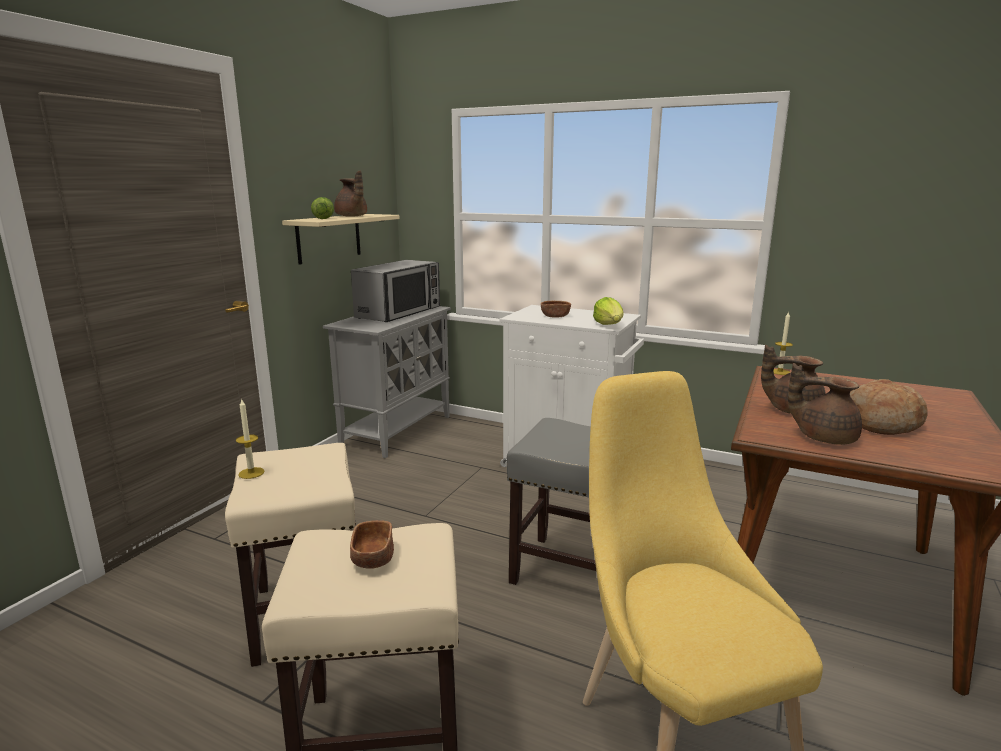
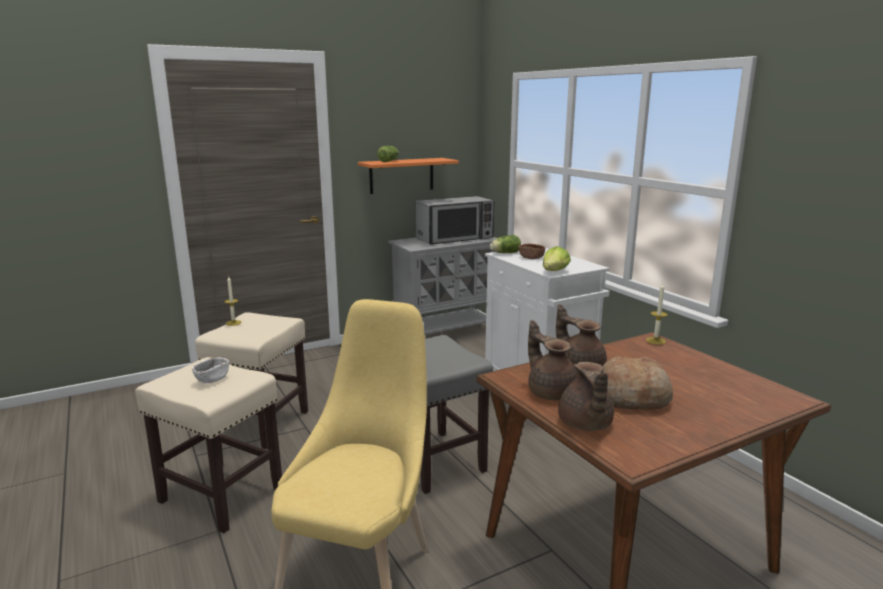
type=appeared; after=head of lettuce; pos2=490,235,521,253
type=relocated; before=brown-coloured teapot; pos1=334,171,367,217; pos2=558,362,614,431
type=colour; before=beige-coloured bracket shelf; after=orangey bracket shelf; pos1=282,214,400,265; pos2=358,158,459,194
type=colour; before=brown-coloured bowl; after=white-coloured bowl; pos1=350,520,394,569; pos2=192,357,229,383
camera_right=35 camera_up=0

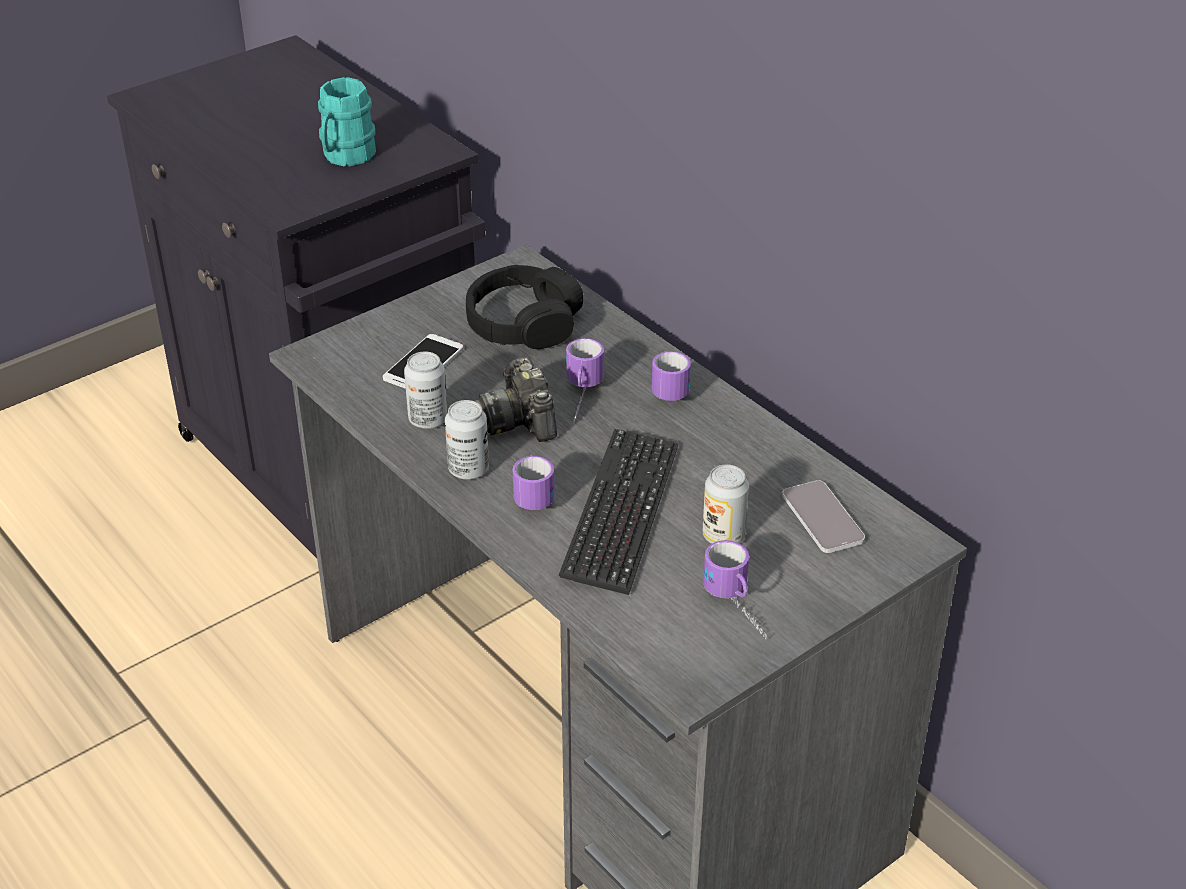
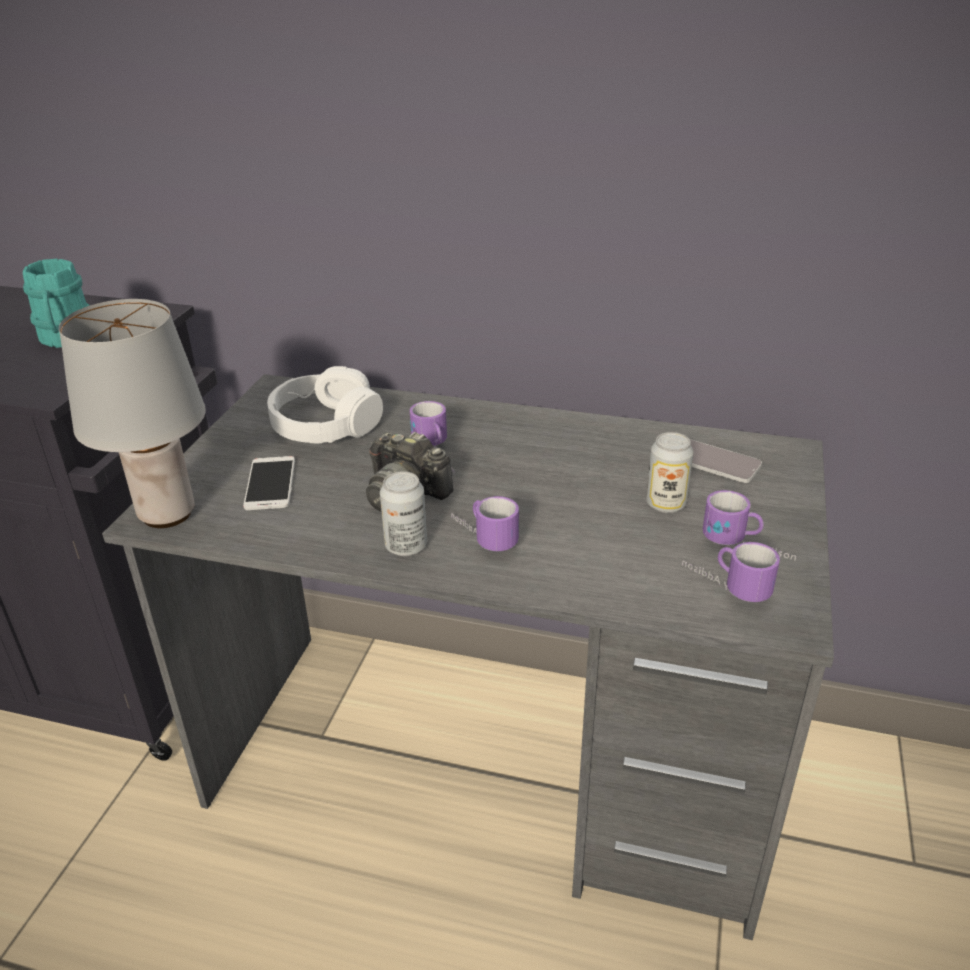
type=missing; before=sealed can; pos1=404,352,448,429
type=missing; before=PC keyboard; pos1=559,429,678,595
type=appeared; after=greyish lamp for a table; pos2=59,299,206,528
type=relocated; before=coffee mug; pos1=652,351,691,401; pos2=682,542,780,602
type=colour; before=black headphones; after=white-coloured headphones; pos1=466,265,584,349; pos2=267,366,383,443
camera_right=-35 camera_up=-5

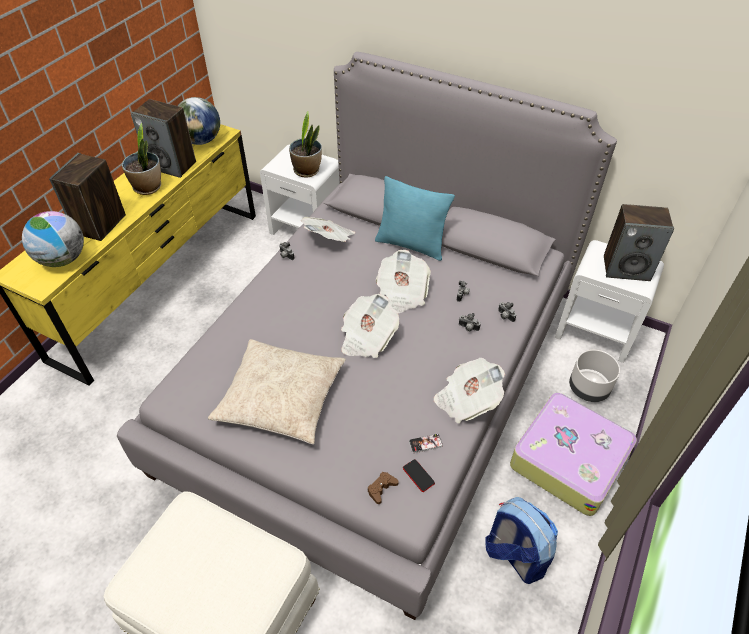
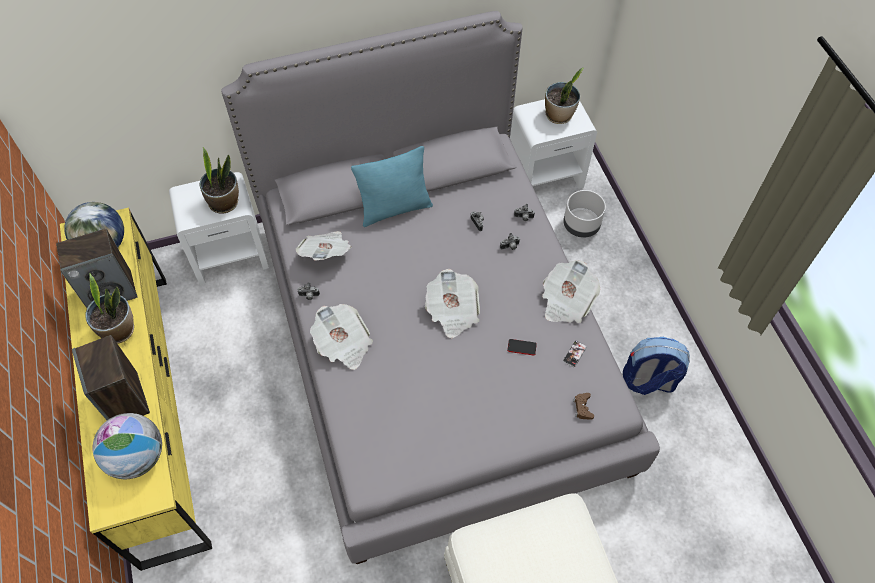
type=missing; before=beige-coloured cushion; pos1=208,339,346,444
type=missing; before=travel case; pos1=510,393,637,516
type=relocated; before=printed paper; pos1=376,250,431,313; pos2=310,304,373,370
type=relocated; before=handset; pos1=403,459,435,492; pos2=507,339,537,355
type=exchanged; before=loudspeaker; after=houseplant; pos1=604,204,674,281; pos2=545,68,584,124
camera_right=-45 camera_up=10

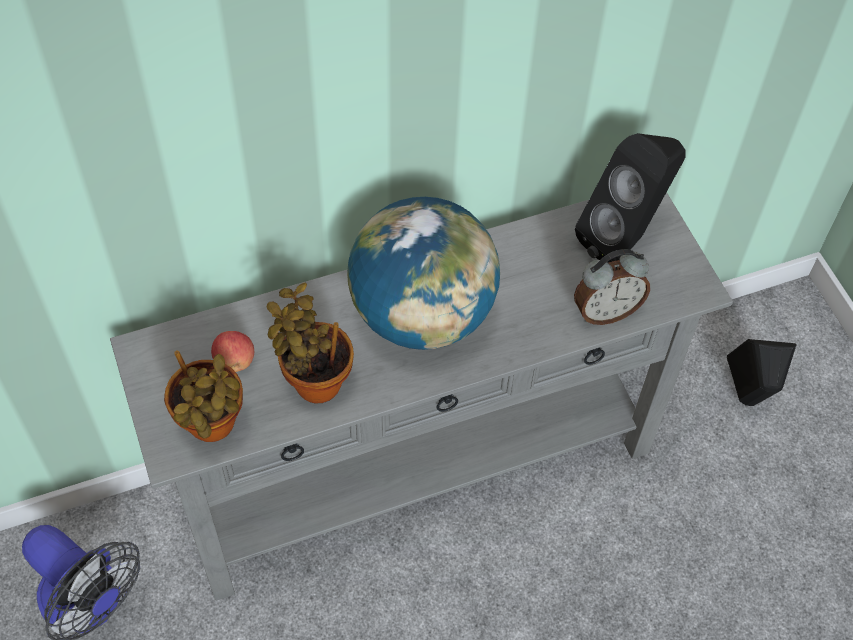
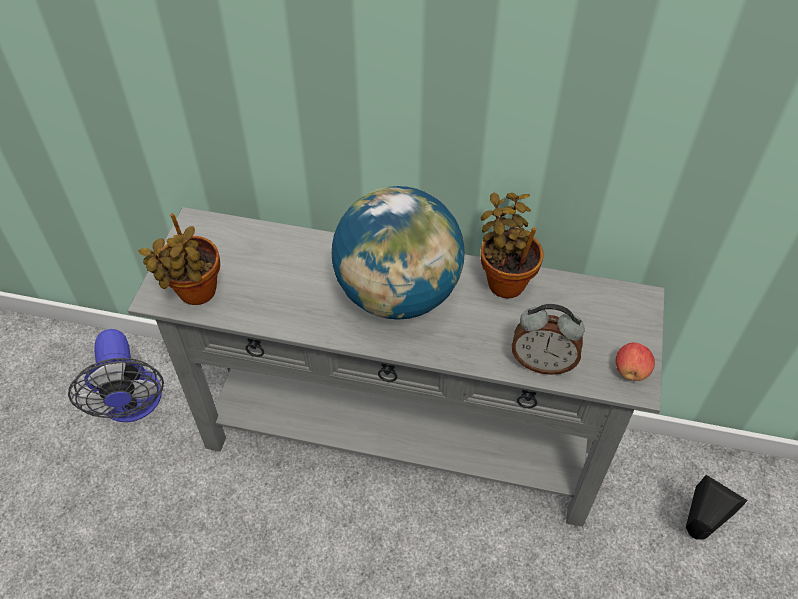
type=missing; before=black loudspeaker; pos1=575,133,686,263
type=relocated; before=whole apple; pos1=211,331,254,372; pos2=616,342,655,381
type=relocated; before=houseplant; pos1=267,282,354,404; pos2=481,193,543,298
camera_right=35 camera_up=-5

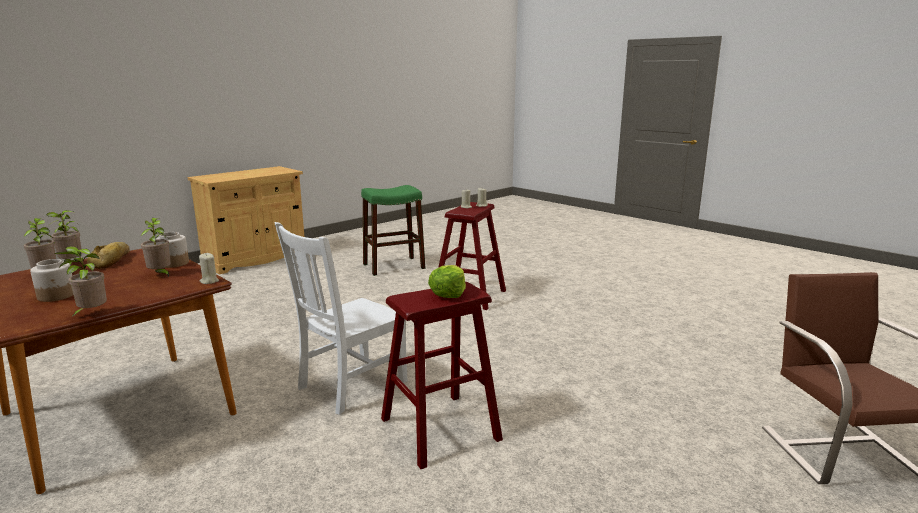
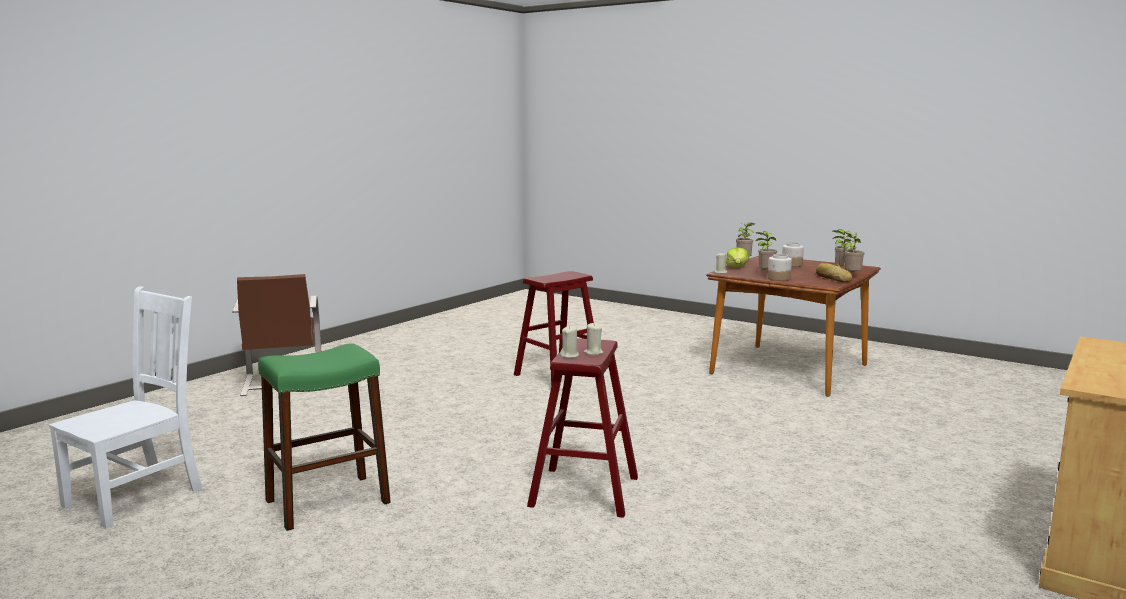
type=relocated; before=white-coloured upright chair; pos1=275,222,408,415; pos2=49,286,203,529
type=relocated; before=greenish stool seat; pos1=361,185,425,276; pos2=258,343,391,531
type=relocated; before=head of lettuce; pos1=428,265,466,298; pos2=726,247,749,267
camera_right=170 camera_up=-5

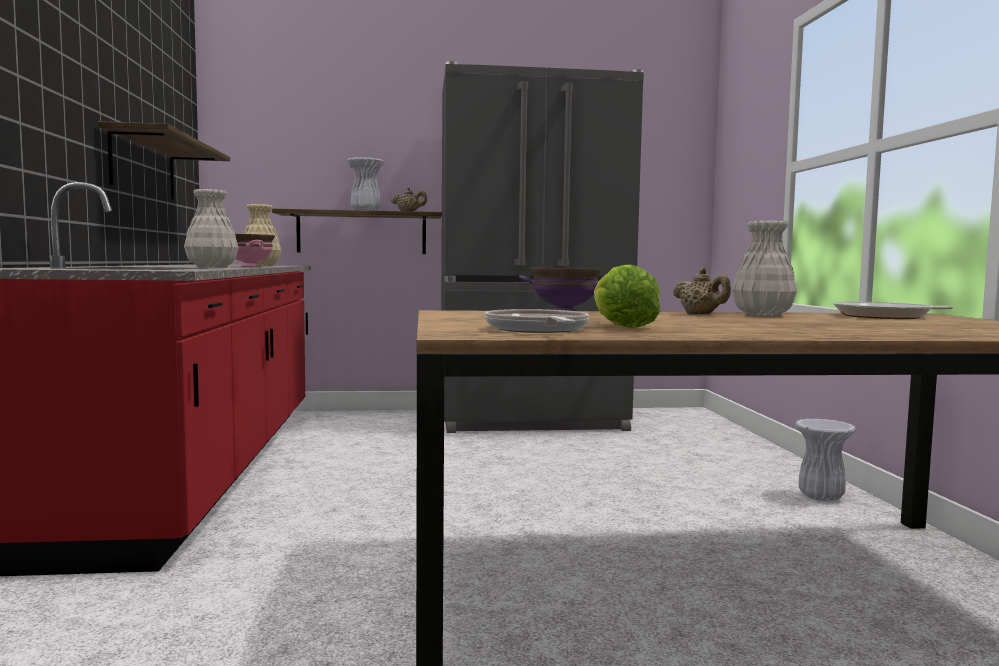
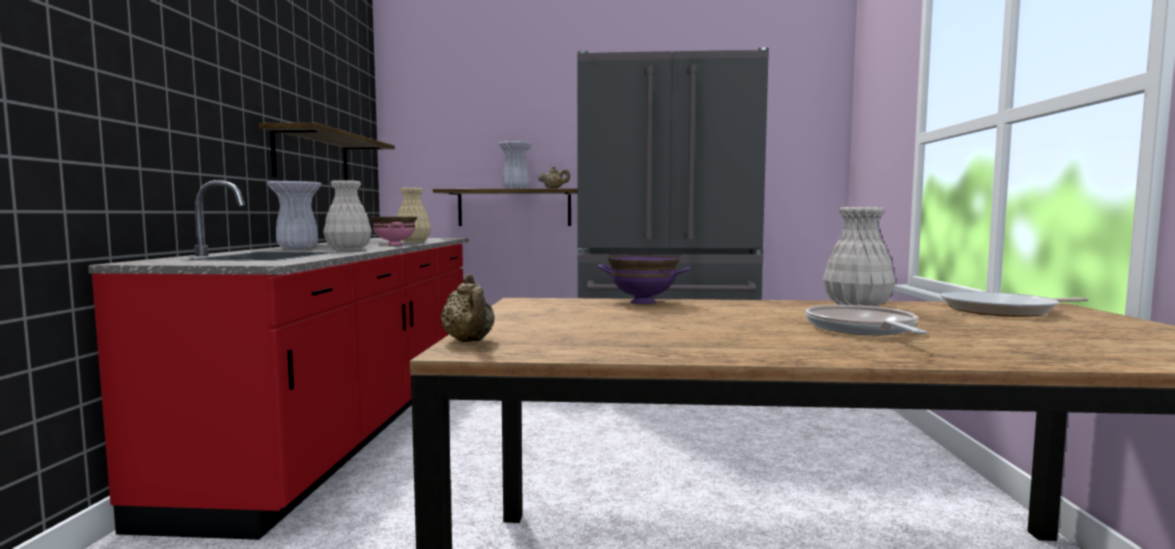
type=missing; before=head of lettuce; pos1=594,265,660,328
type=relocated; before=skillet; pos1=485,309,589,333; pos2=805,305,927,335
type=relocated; before=beige-coloured teapot; pos1=673,268,731,314; pos2=440,274,495,342
type=relocated; before=white-coloured flower vase; pos1=795,419,856,501; pos2=267,181,322,249
camera_right=10 camera_up=0

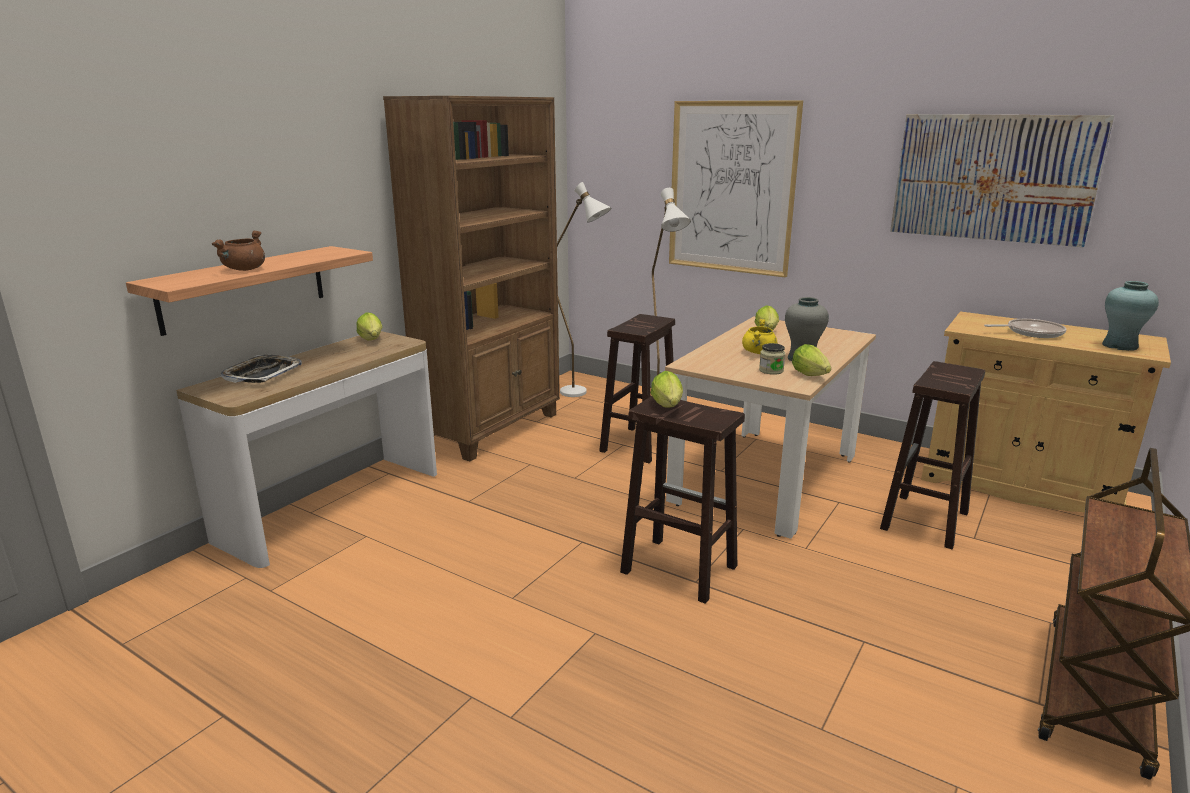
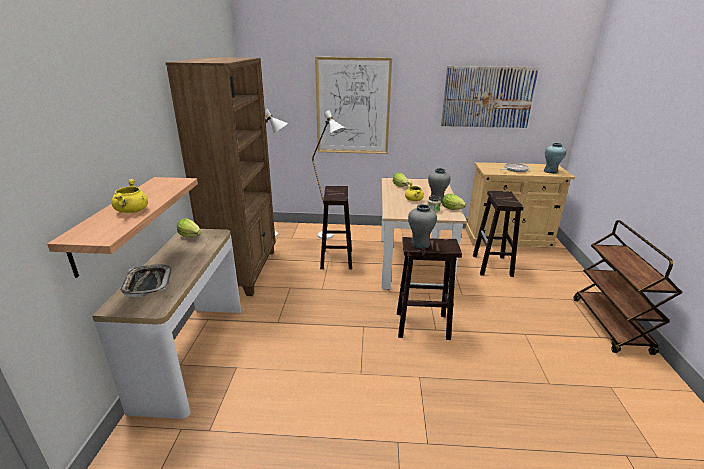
type=exchanged; before=head of lettuce; after=greyish flower vase; pos1=651,371,683,407; pos2=408,204,437,249
type=colour; before=brown-coloured stockpot; after=yellow-coloured stockpot; pos1=212,230,265,271; pos2=111,179,148,213
camera_right=-30 camera_up=5

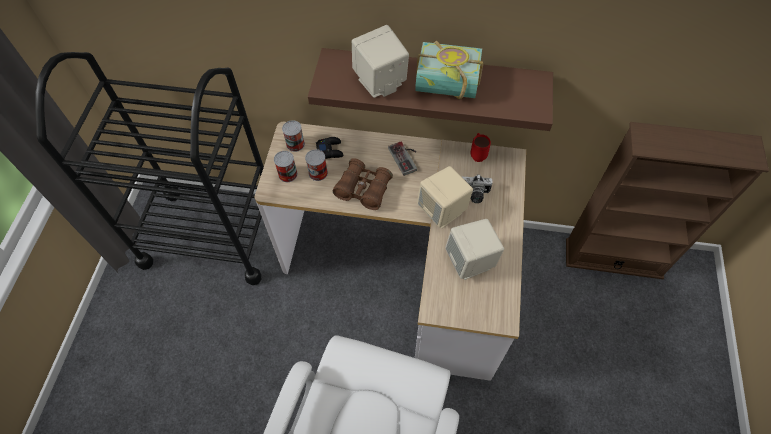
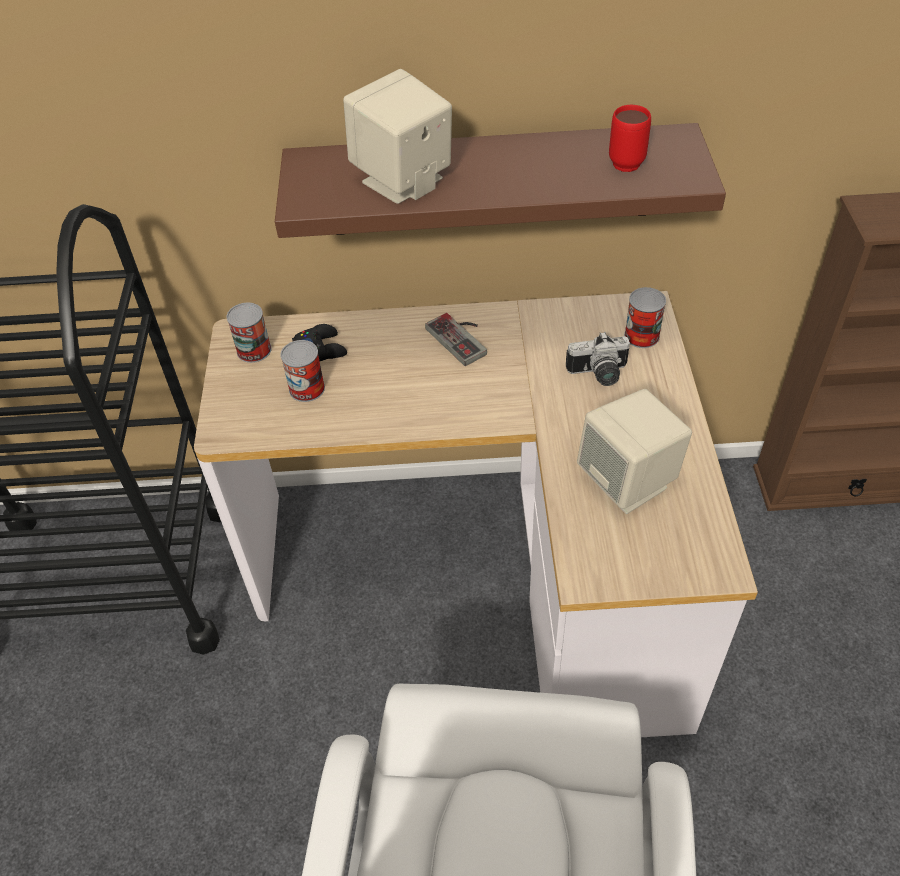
type=missing; before=brown-coloured field glasses; pos1=333,158,393,210
type=missing; before=volume; pos1=415,41,483,99
type=missing; before=beige-coloured loudspeaker; pos1=417,166,473,228
type=relocated; before=sealed can; pos1=274,151,298,182; pos2=624,287,666,348
type=relocated; before=red coffee mug; pos1=471,133,491,162; pos2=609,105,651,172
camera_right=-10 camera_up=-10

